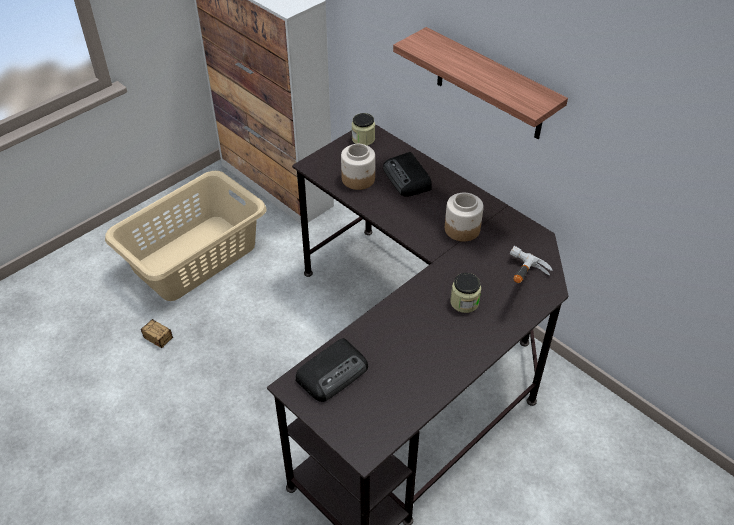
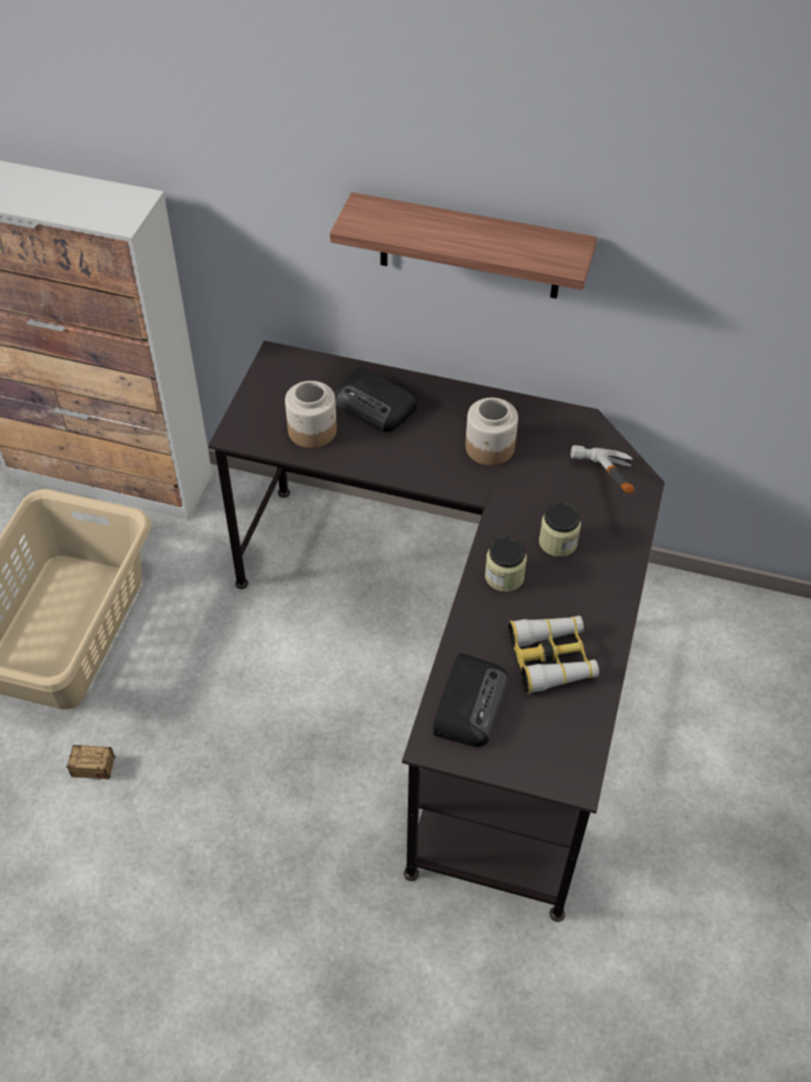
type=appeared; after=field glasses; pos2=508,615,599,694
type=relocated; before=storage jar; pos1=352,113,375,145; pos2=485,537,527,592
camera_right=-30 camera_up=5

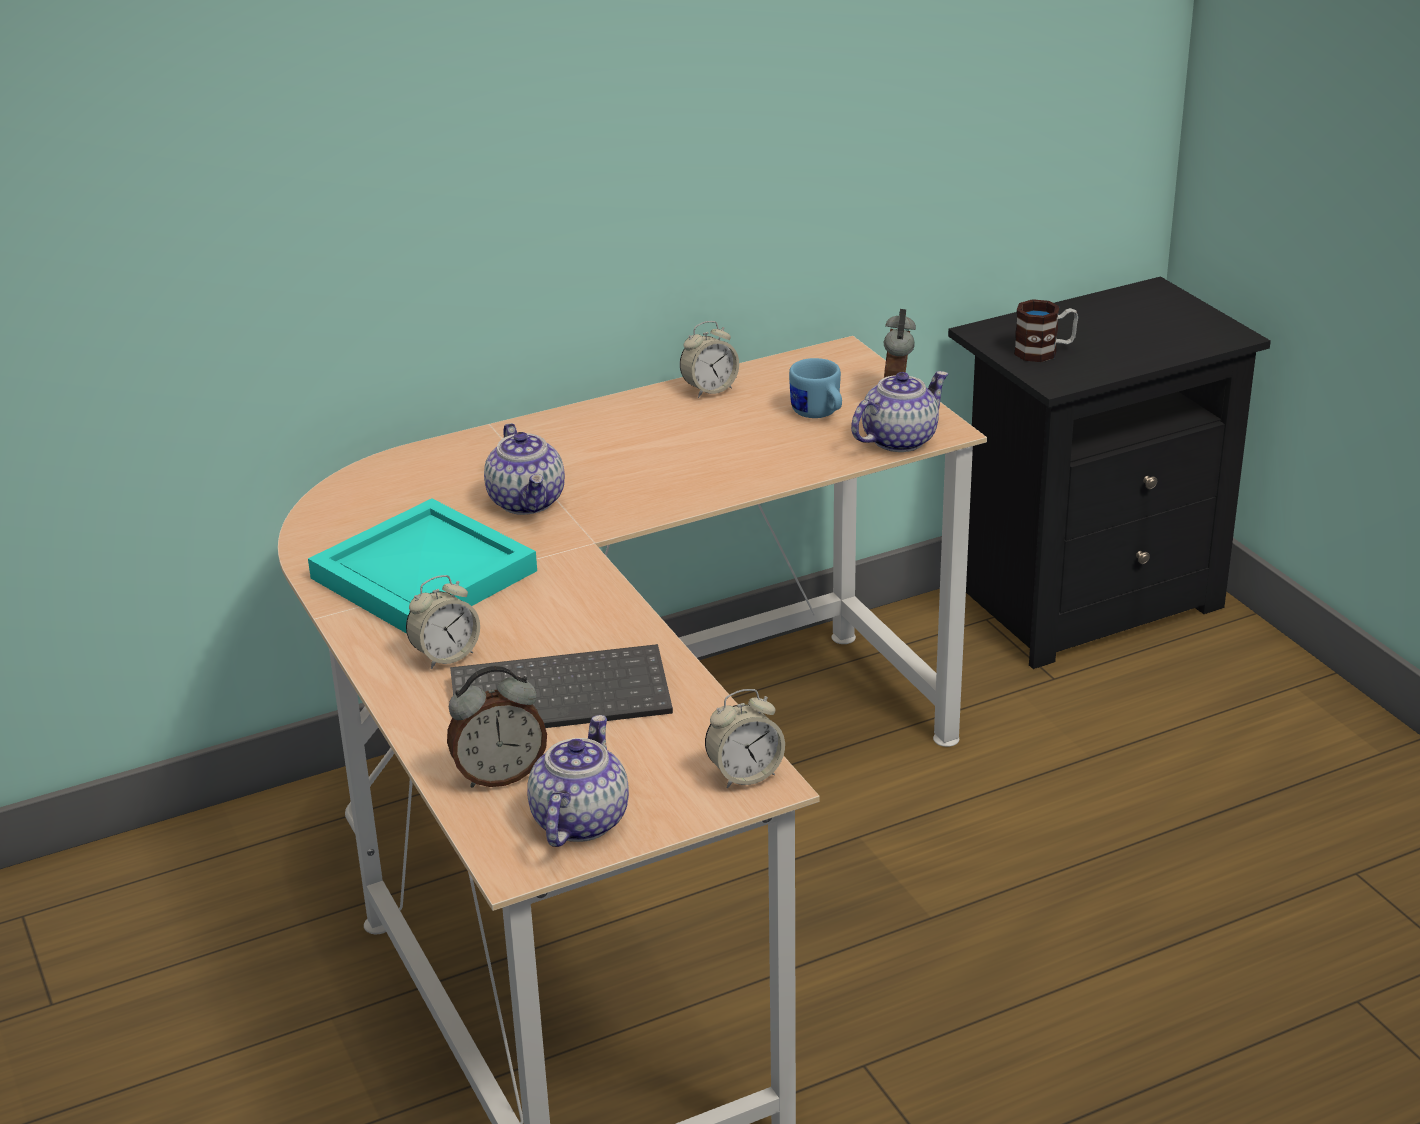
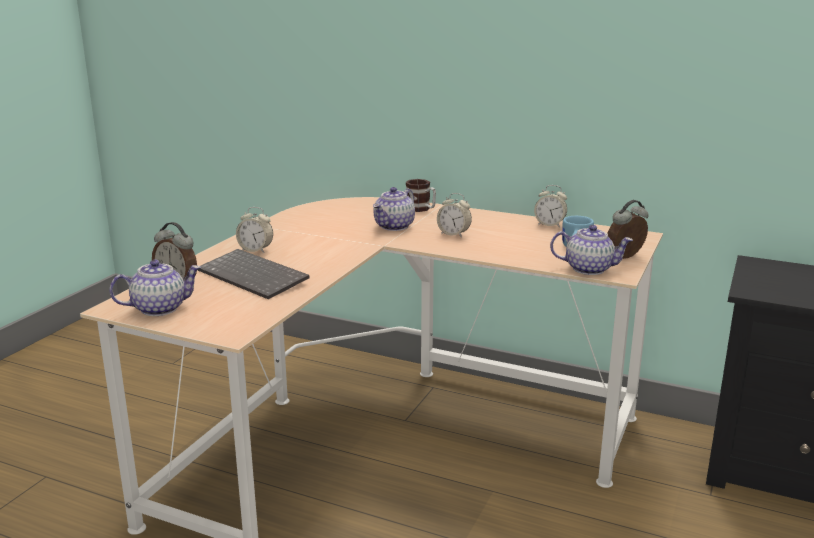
type=missing; before=blue-green serving tray; pos1=308,498,537,634
type=relocated; before=bedside clock; pos1=705,689,785,789; pos2=437,193,472,238
type=relocated; before=coffee mug; pos1=1014,299,1078,362; pos2=406,179,436,212
camera_right=50 camera_up=-10

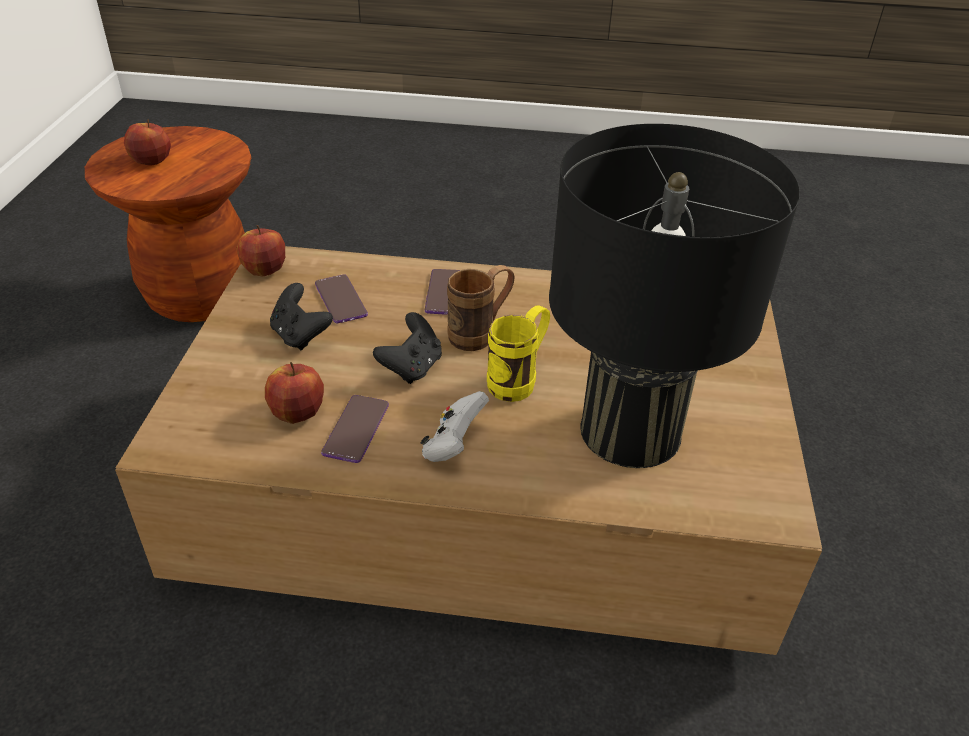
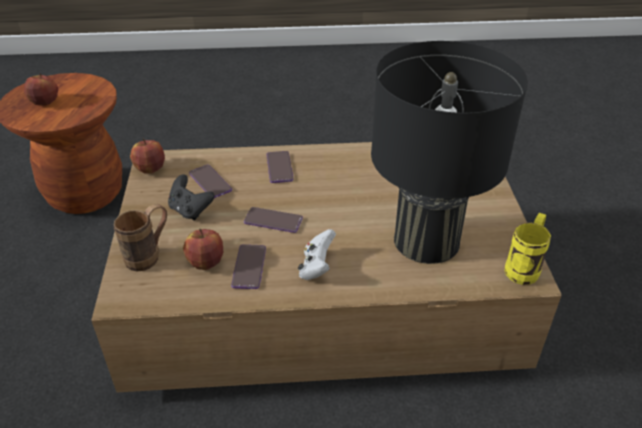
type=relocated; before=brown-coloured coffee mug; pos1=447,265,515,351; pos2=114,204,167,271
type=relocated; before=yellow-coloured coffee mug; pos1=487,305,550,402; pos2=504,213,551,285
type=exchanged; before=black joypad; after=handset; pos1=373,312,442,384; pos2=244,207,303,233
camera_right=-10 camera_up=0

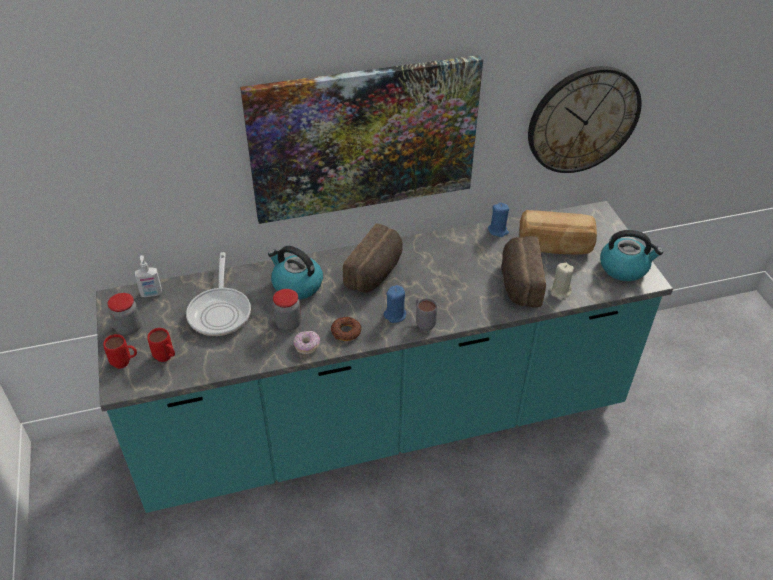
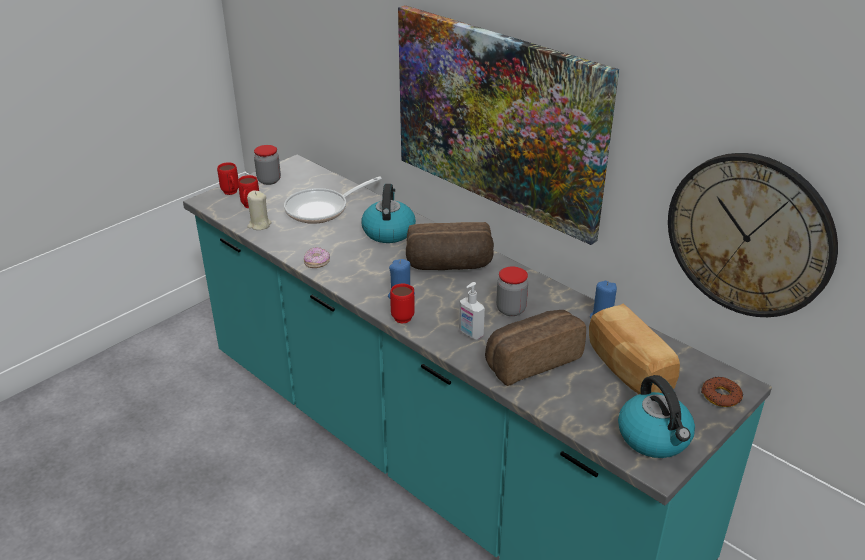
type=relocated; before=liquid soap bottle; pos1=135,255,162,297; pos2=459,282,485,340
type=relocated; before=storage jar; pos1=273,289,301,331; pos2=496,267,528,316
type=relocated; before=doughnut; pos1=331,317,361,341; pos2=701,377,743,407
type=relocated; before=beige-coloured wax candle; pos1=550,263,574,300; pos2=247,190,271,230
type=colour; before=greyish coffee mug; after=red coffee mug; pos1=416,298,437,331; pos2=390,283,415,324
camera_right=60 camera_up=-10

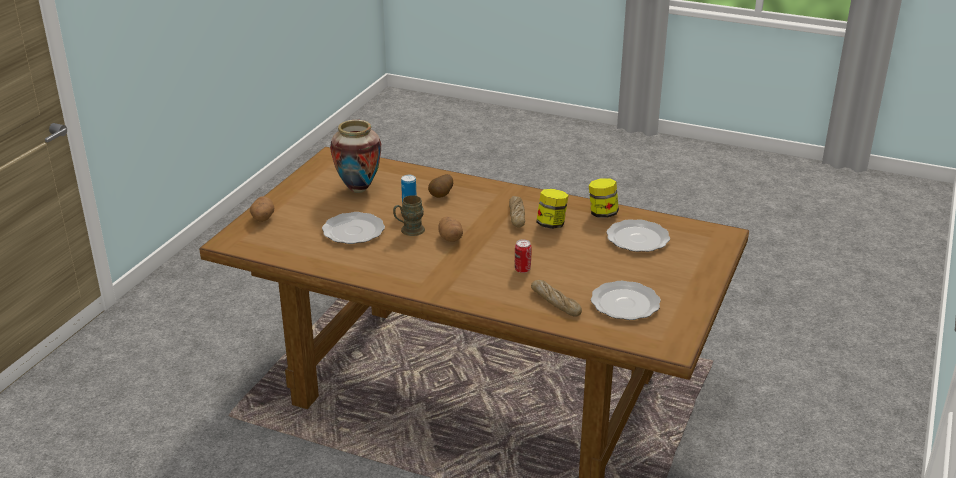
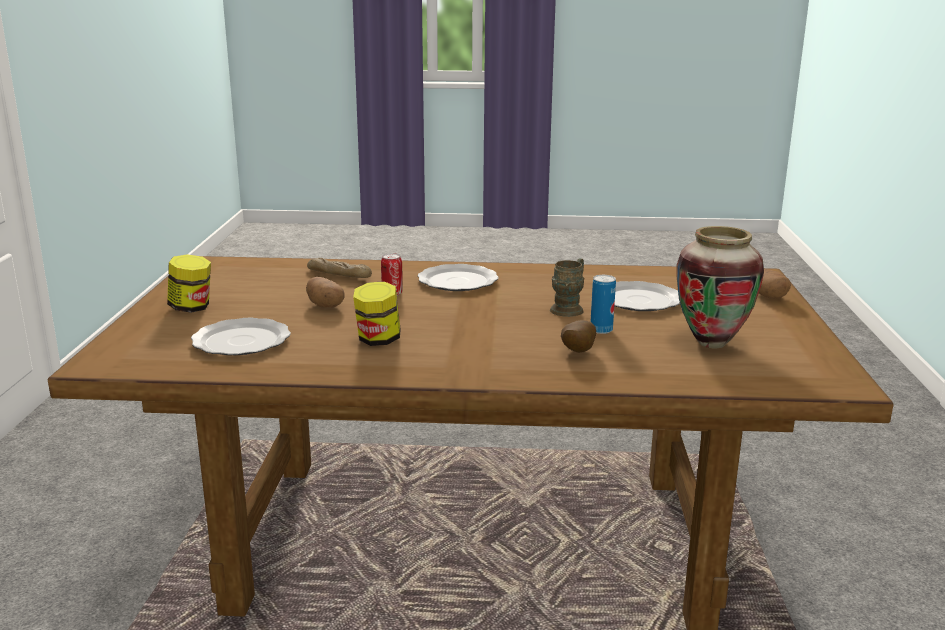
type=missing; before=bread; pos1=509,196,525,227
type=relocated; before=potato; pos1=438,217,463,242; pos2=306,277,344,308
type=relocated; before=storage jar; pos1=589,178,619,218; pos2=167,254,211,313
type=relocated; before=flat dish; pos1=591,281,661,320; pos2=418,264,499,291
camera_right=160 camera_up=-10

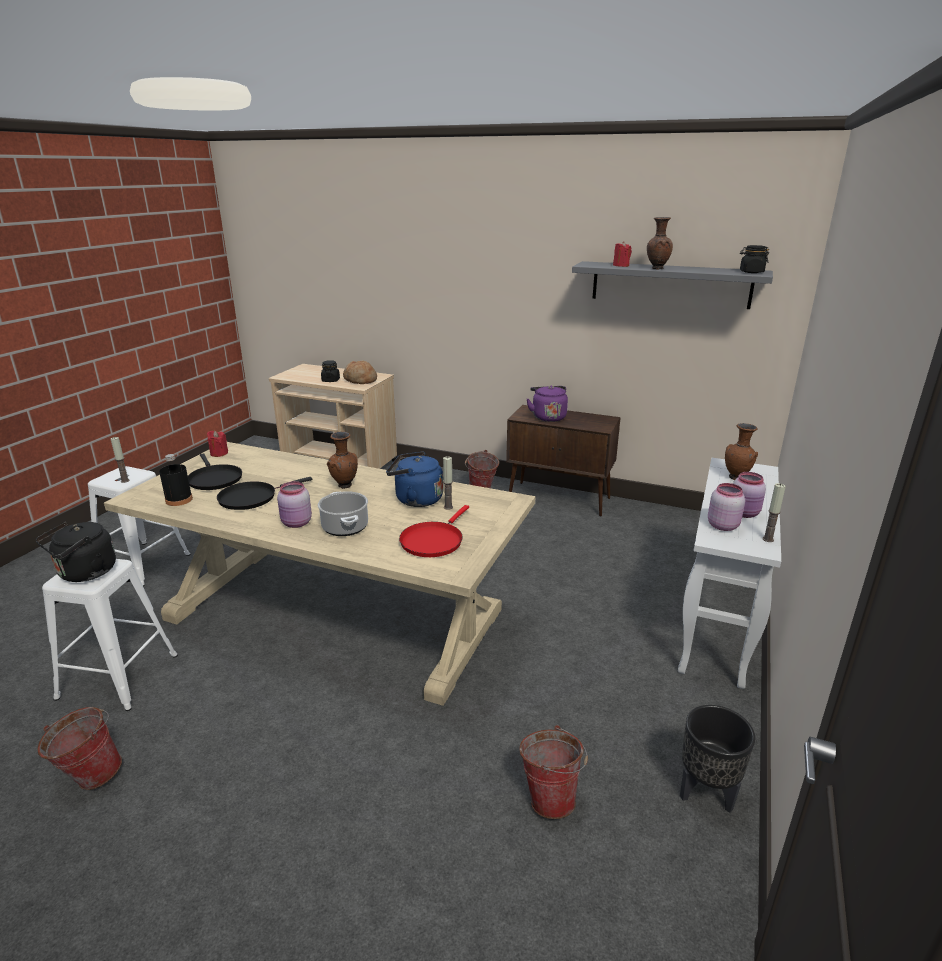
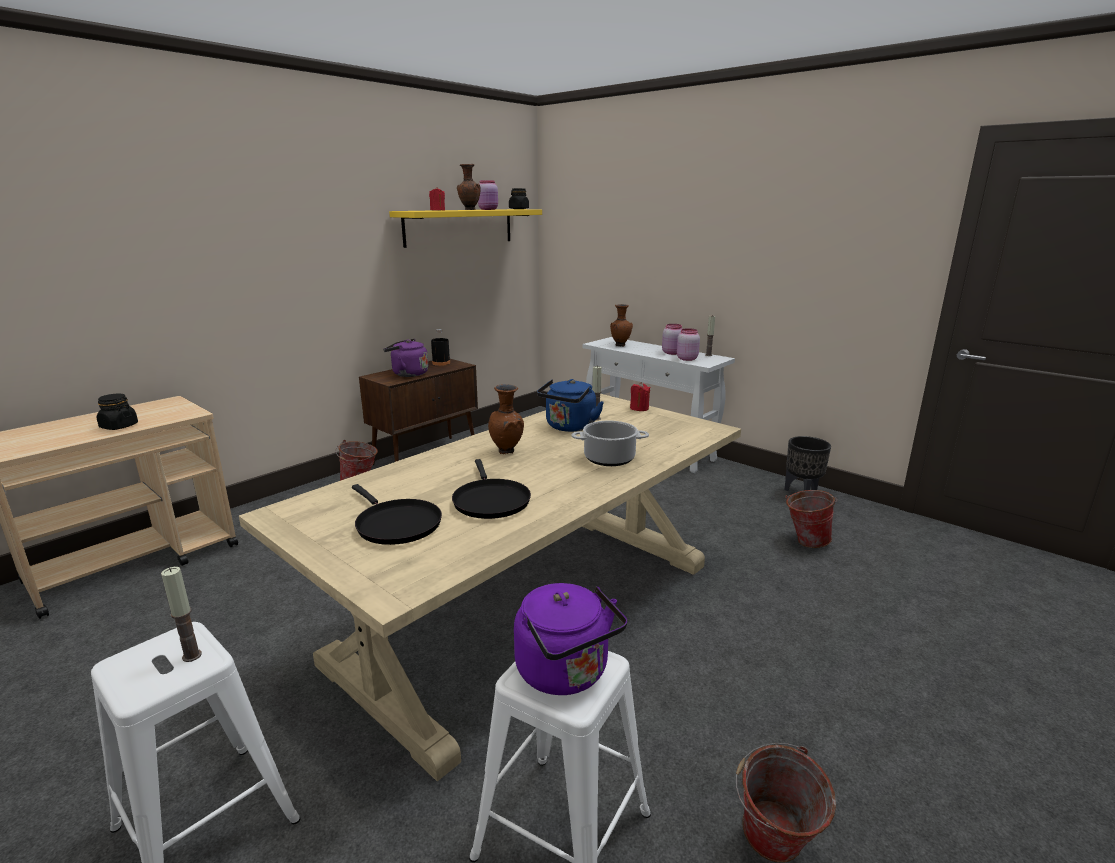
type=missing; before=bread; pos1=343,360,377,384
type=missing; before=red skillet; pos1=399,505,469,557
type=relocated; before=black bottle; pos1=159,454,193,506; pos2=431,329,450,366
type=relocated; before=red wax candle; pos1=207,431,228,457; pos2=630,382,650,411
type=relocated; before=pink-coloured storage jar; pos1=277,481,312,528; pos2=478,180,498,210
type=colour; before=black kettle; after=purplish kettle; pos1=35,522,116,582; pos2=514,583,627,695
type=colour; before=greyish bracket shelf; after=yellow-coloured bracket shelf; pos1=572,261,773,309; pos2=389,209,542,248
type=spun; before=black skillet; pos1=188,453,242,490; pos2=352,484,442,545; turn=60
camera_right=-70 camera_up=-5

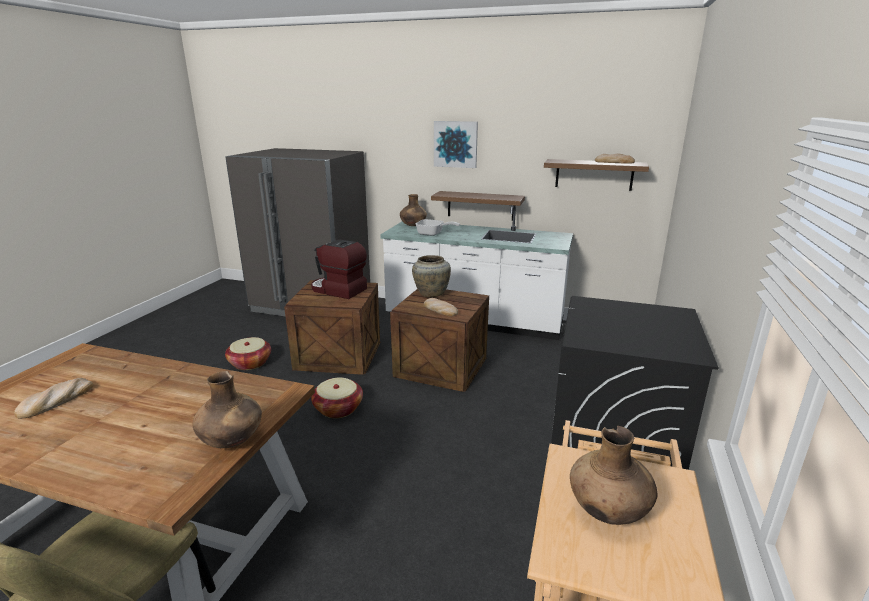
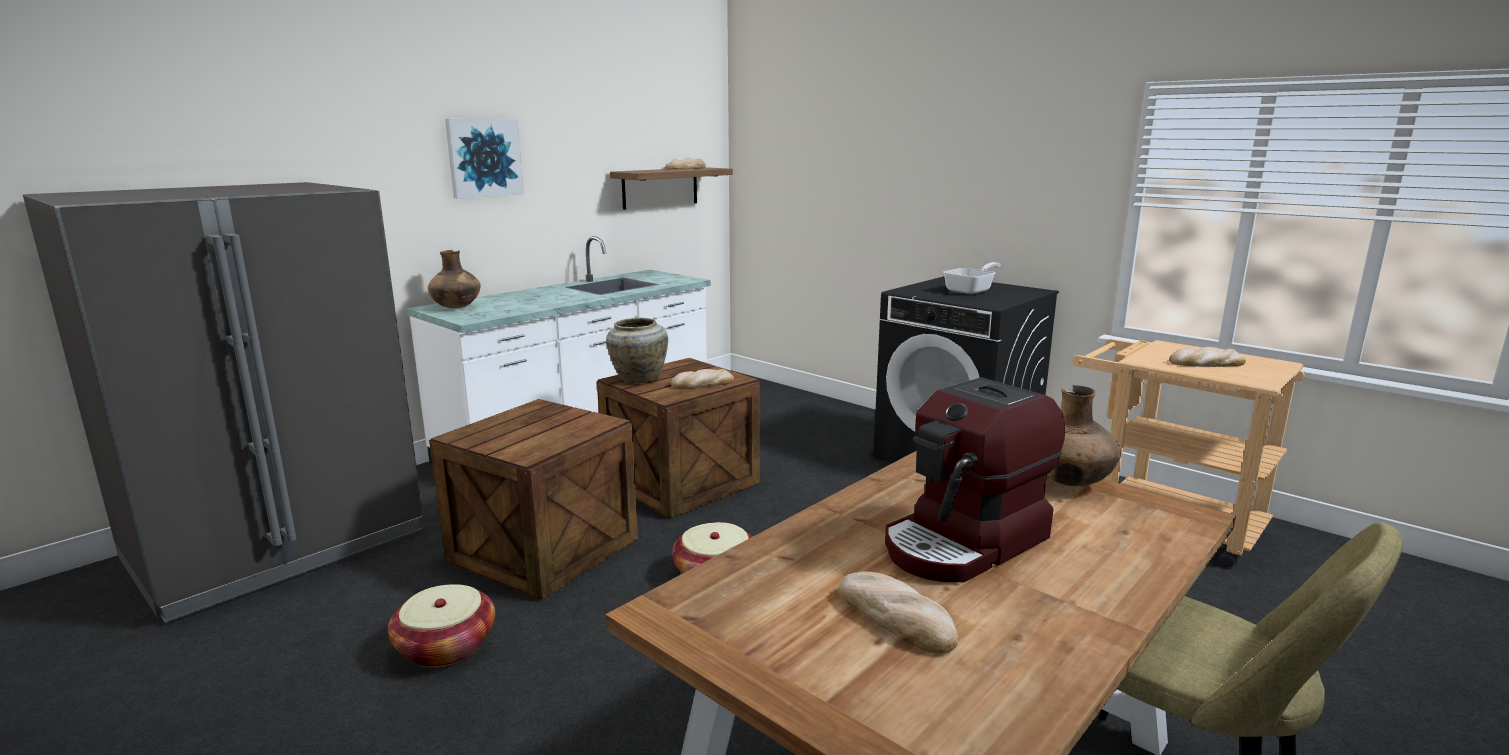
type=missing; before=bracket shelf; pos1=431,191,525,221
type=relocated; before=coffee machine; pos1=311,239,367,299; pos2=885,377,1065,582
type=relocated; before=skillet; pos1=415,219,460,236; pos2=943,262,1001,294
type=exchanged; before=brown-coloured flower vase; after=bread; pos1=570,426,657,525; pos2=1169,347,1246,367
camera_right=-65 camera_up=-5

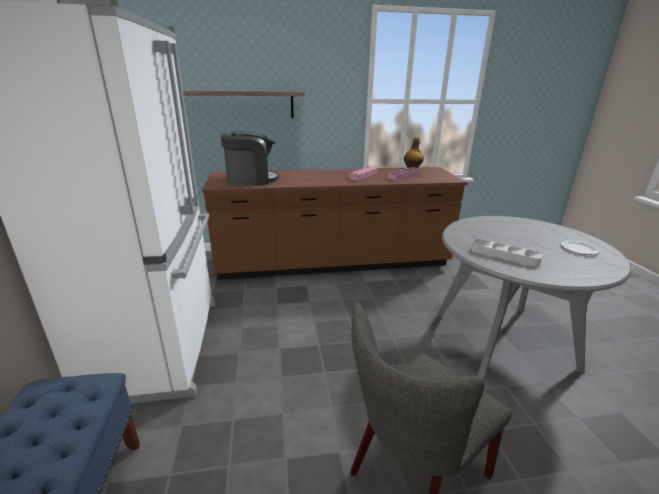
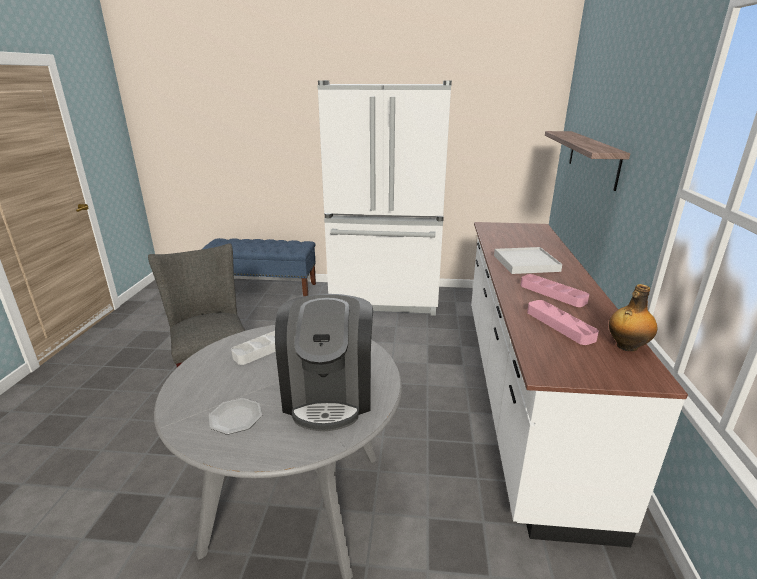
type=appeared; after=white-coloured serving tray; pos2=494,247,562,274
type=relocated; before=coffee machine; pos1=221,131,279,186; pos2=275,294,373,431
type=colour; before=brown-coloured kitchen counter; after=white-coloured kitchen counter; pos1=202,167,468,280; pos2=471,222,688,547
camera_right=105 camera_up=0

